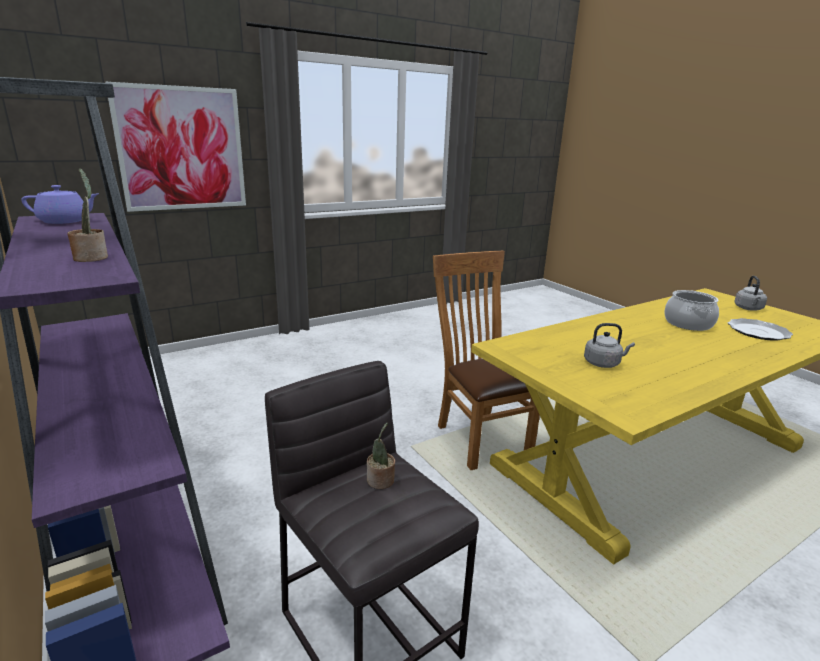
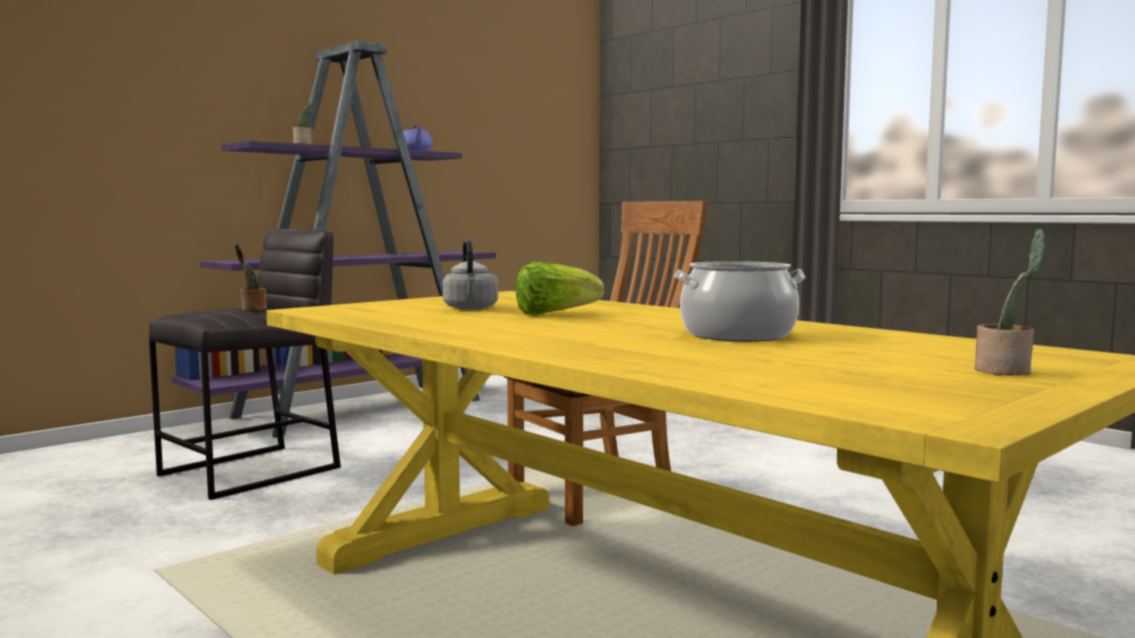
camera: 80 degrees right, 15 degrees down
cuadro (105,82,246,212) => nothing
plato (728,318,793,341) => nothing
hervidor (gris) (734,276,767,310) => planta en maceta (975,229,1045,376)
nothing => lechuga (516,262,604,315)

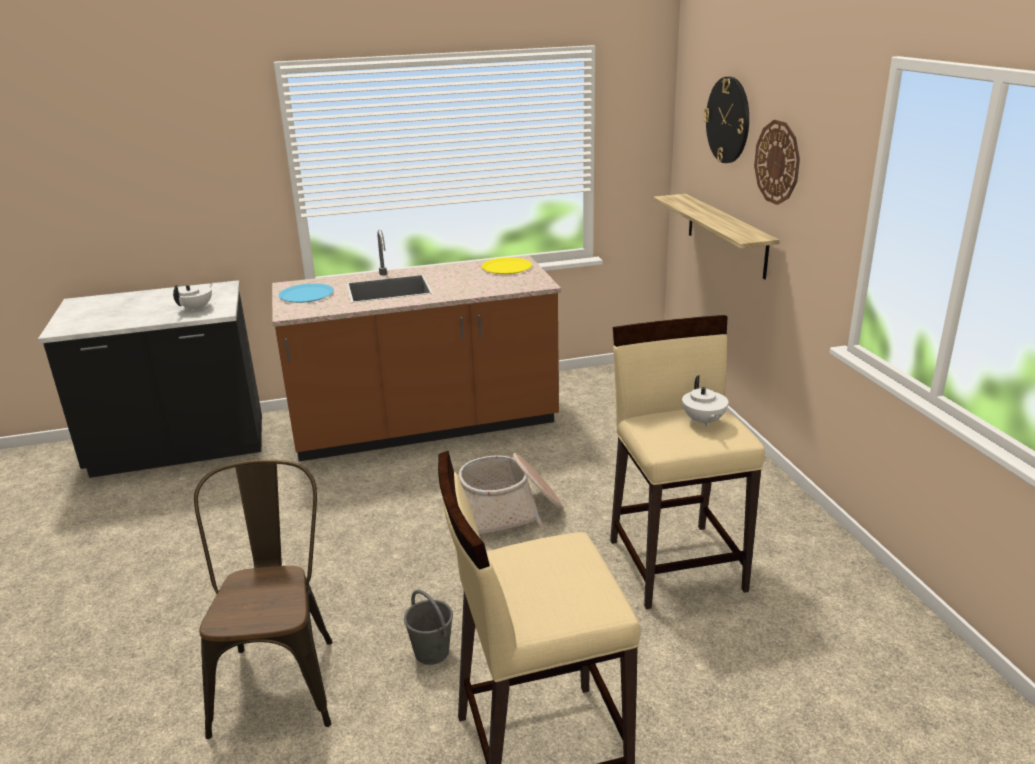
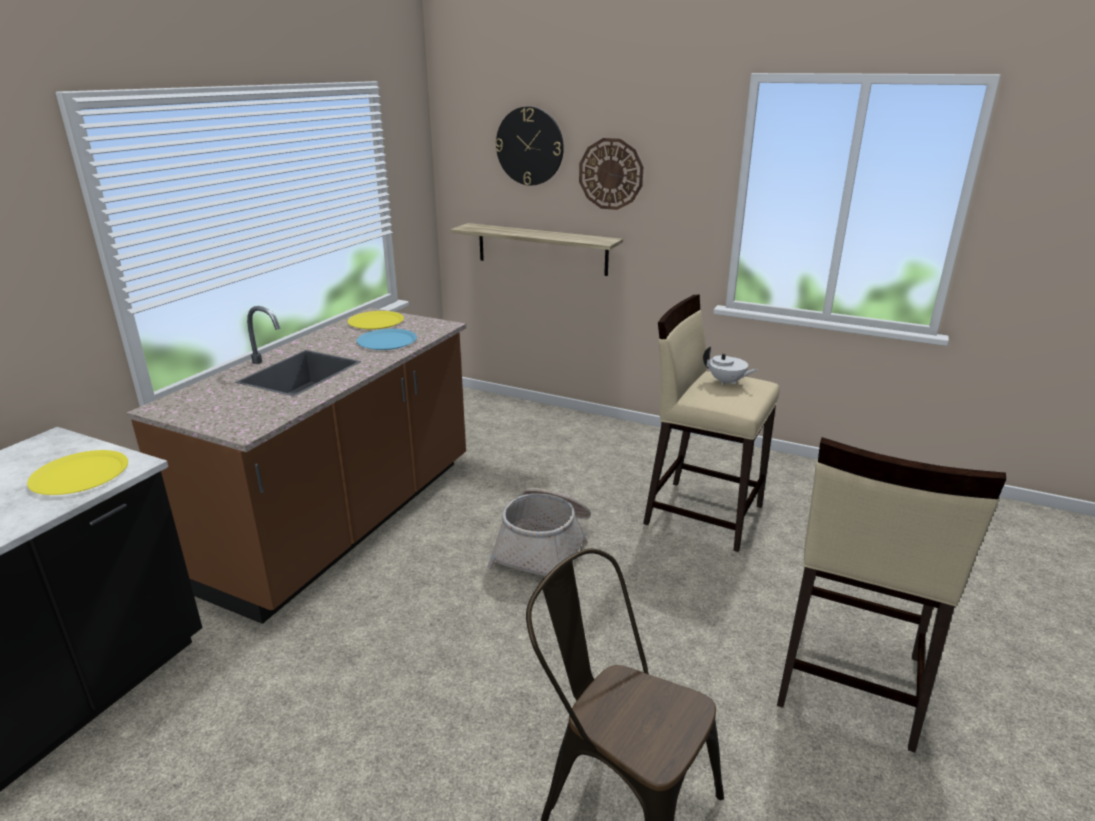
camera: 50 degrees left, 0 degrees up
tetera (blanco) (173,283,213,312) => plato (amarillo) (27,450,128,495)
plato (azul) (278,283,334,303) => plato (azul) (356,329,417,350), shifted
cubo (gris) (404,589,453,665) => nothing

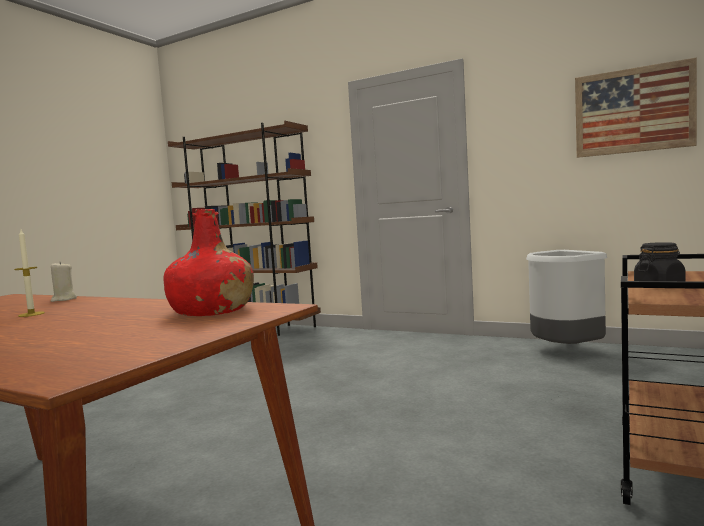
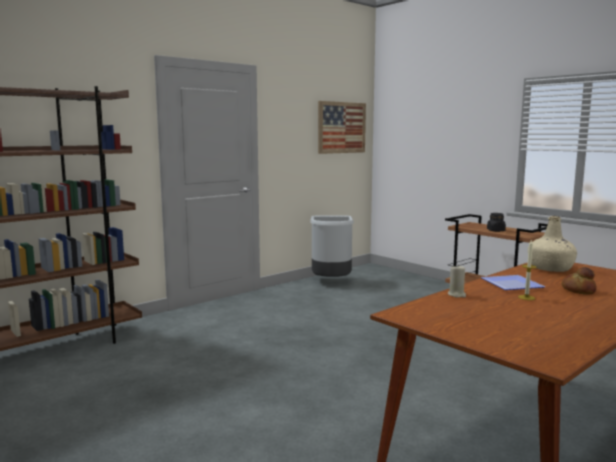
camera: 70 degrees left, 5 degrees up
botella (rojo) (163,209,254,316) => botella (beis) (528,216,577,272)
nothing => plato (481,275,545,290)
nothing => pan (561,267,597,295)

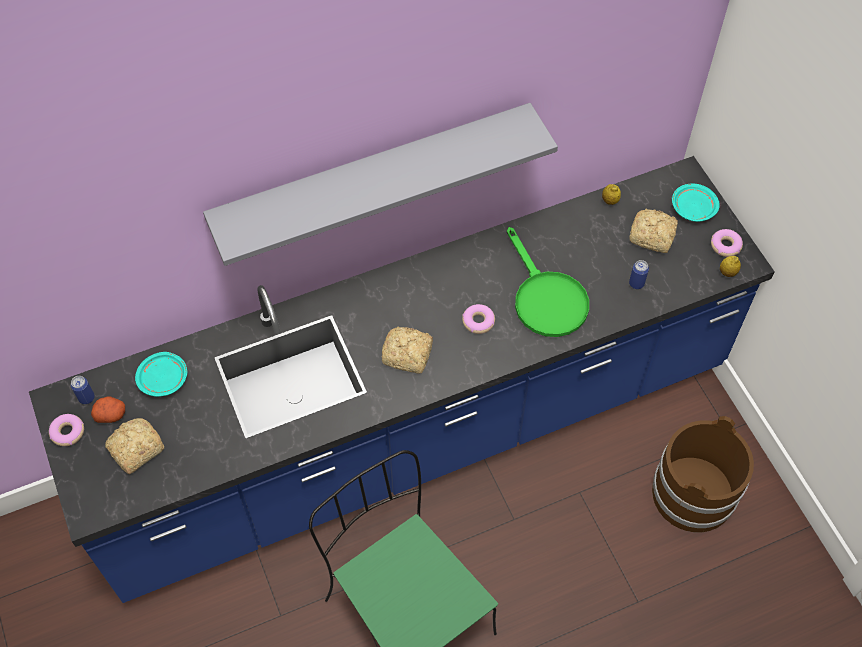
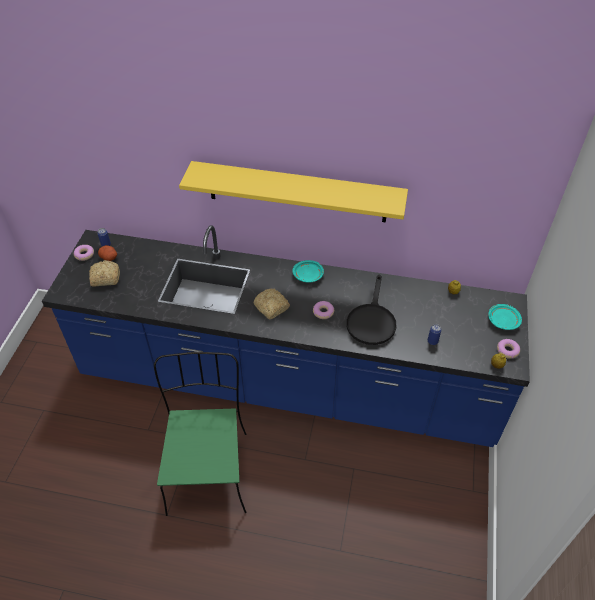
camera: 35 degrees right, 10 degrees down
plato (turquesa) (135,352,187,397) => plato (turquesa) (292,260,324,283), shifted
estante (gris) (203,103,558,266) => estante (amarillo) (179,161,408,223)
sartén (verde) (507,227,589,337) => sartén (negro) (346,274,396,345)
pan (629,209,678,253) => nothing
cubo (marrón) (652,416,754,532) => nothing

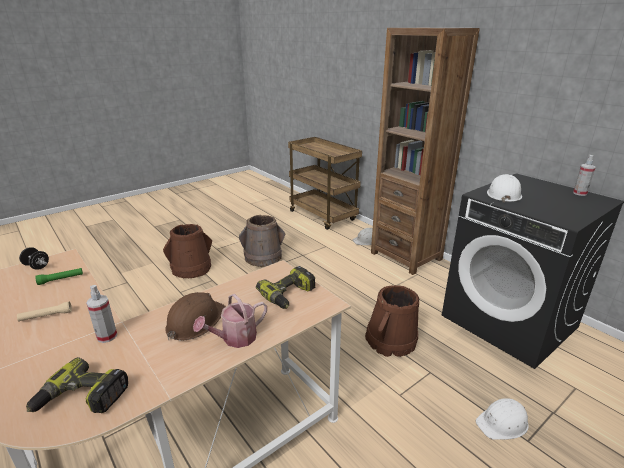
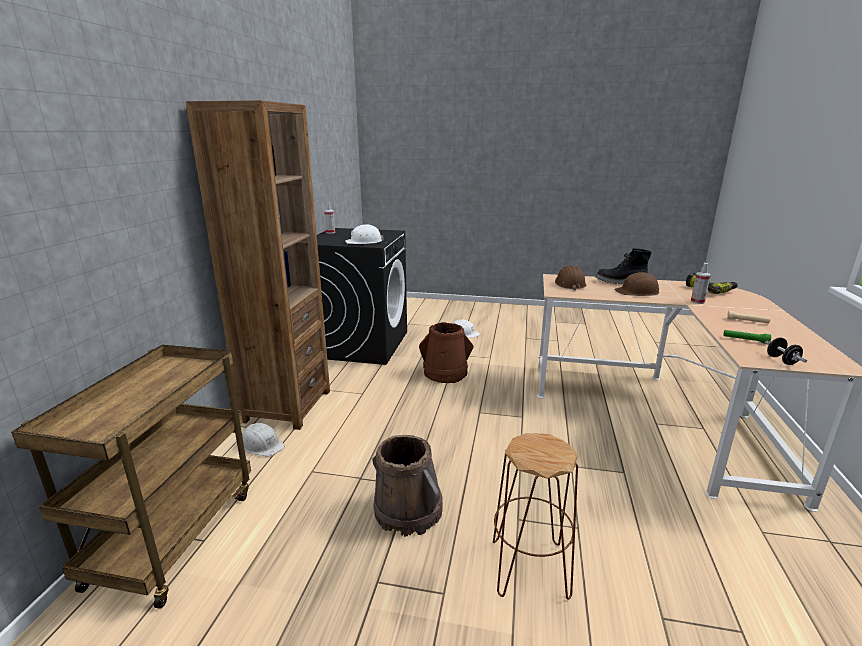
camera: 130 degrees left, 5 degrees down
cubo (marrón) (163,224,212,278) => taburete (marrón) (493,433,578,600)
regadera (193,294,267,348) => bota (negro) (596,248,652,284)
taladro (256,266,316,309) => casco (marrón) (555,265,586,290)

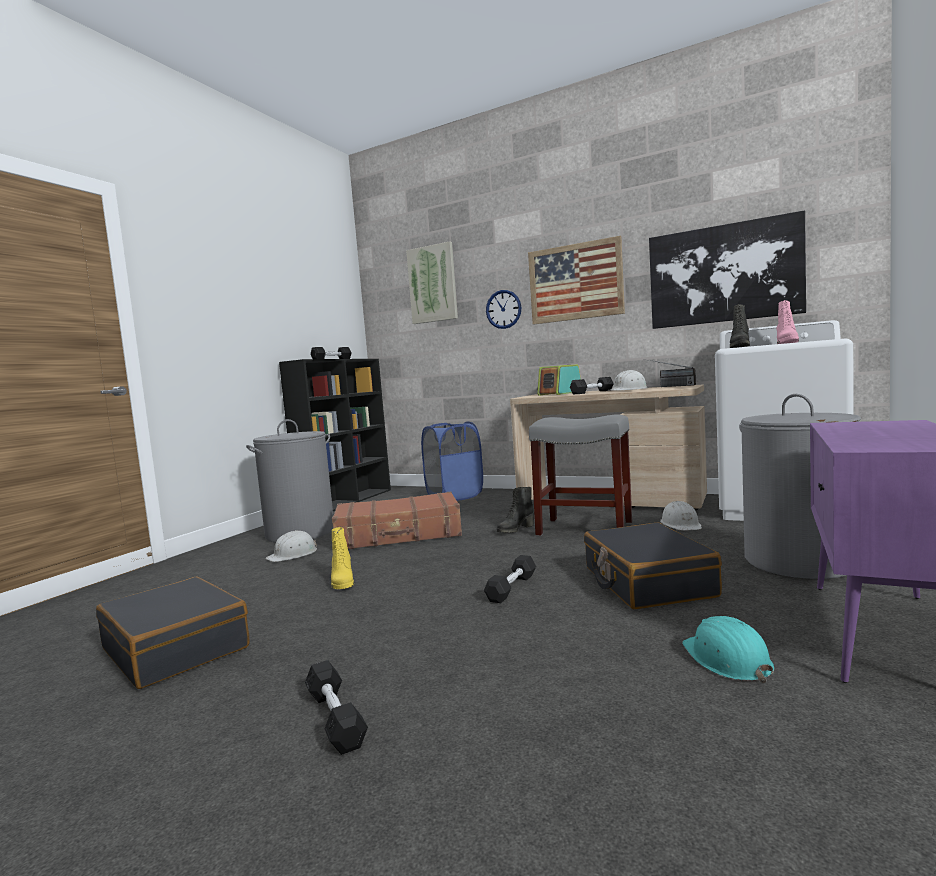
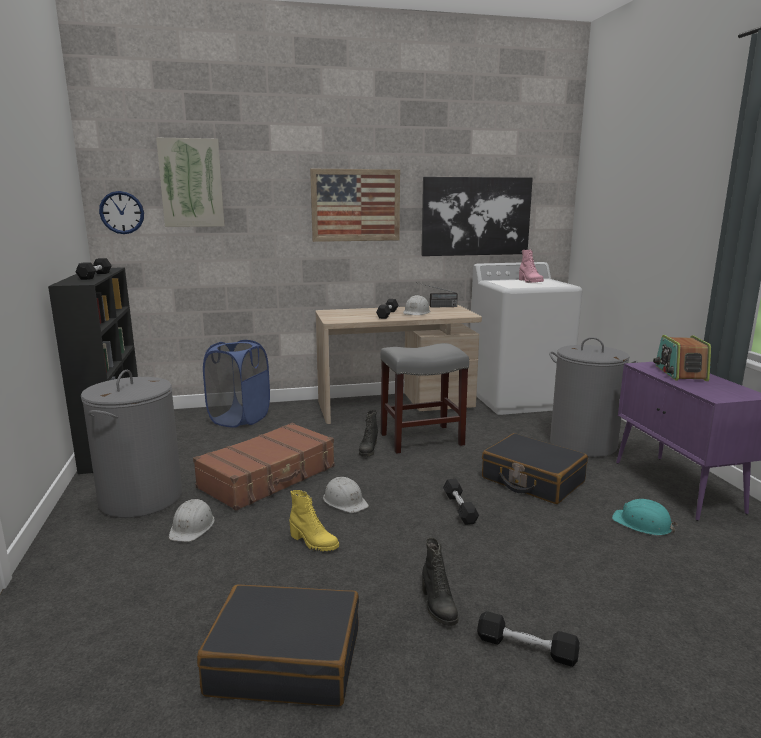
camera: 40 degrees left, 10 degrees up
reloj de pared (486,290,521,329) => reloj de pared (99,191,144,234), shifted
radio (537,364,581,396) => radio (653,335,711,381), shifted
casco (blanco) (660,501,702,531) => casco (blanco) (323,477,369,513), shifted
bota (negro) (730,304,750,348) => bota (negro) (422,538,459,626), shifted

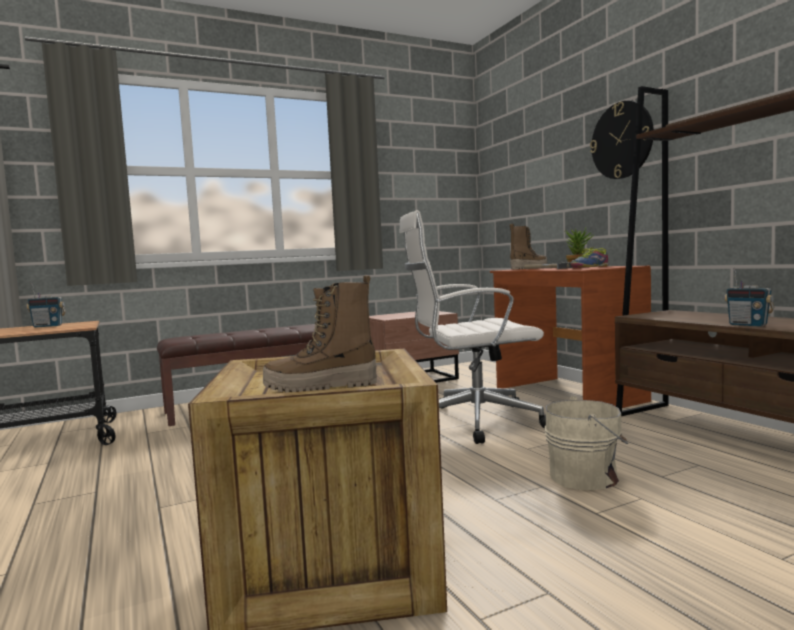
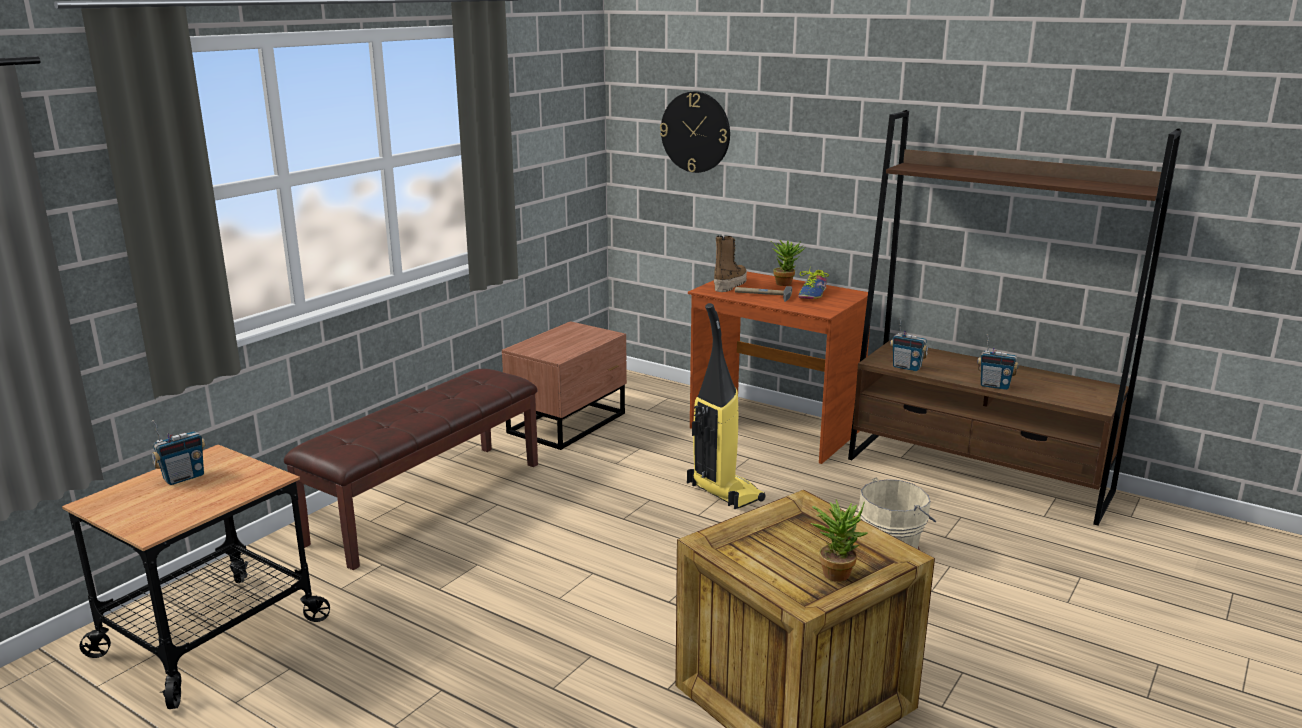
camera: 30 degrees left, 15 degrees up
bota (263,275,377,393) => planta en maceta (810,500,868,582)
silla de oficina (blanco) (399,210,546,444) => aspiradora (687,303,765,509)
reloj de pared (590,101,654,179) => reloj de pared (660,92,730,173), shifted
nothing => radio (890,318,928,371)

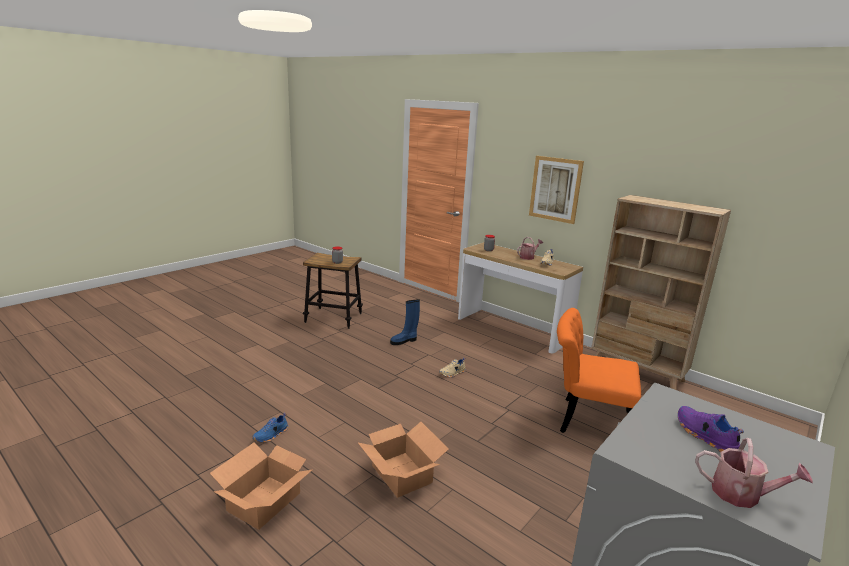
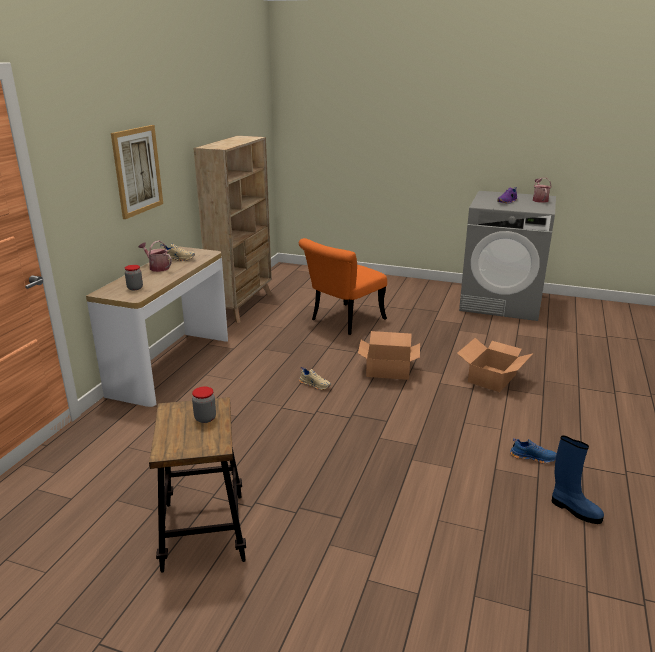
camera: 110 degrees left, 5 degrees up
caja de cartón (210,442,313,530) => caja de cartón (358,331,420,380), shifted
bota (azul) (390,299,420,345) => bota (azul) (552,435,604,524), shifted
silla (naranja) (557,308,641,433) => silla (naranja) (299,238,387,335), 45 degrees clockwise

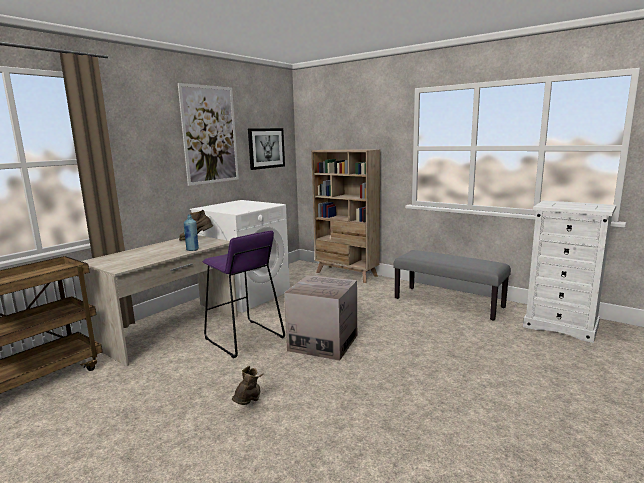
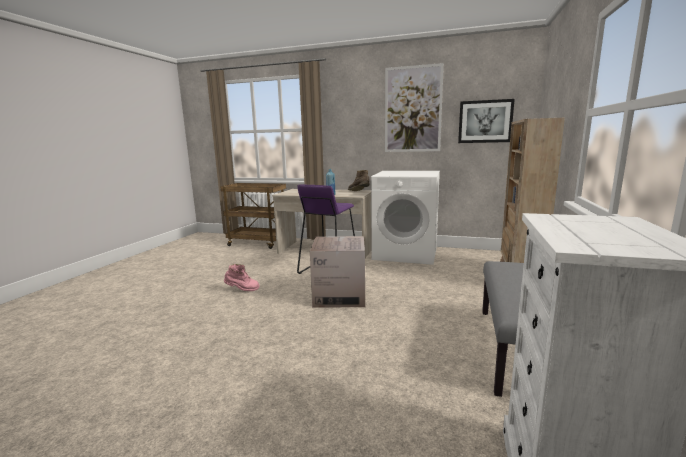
camera: 70 degrees right, 0 degrees up
bota (marrón) (232,366,264,405) => bota (rosa) (224,264,259,291)

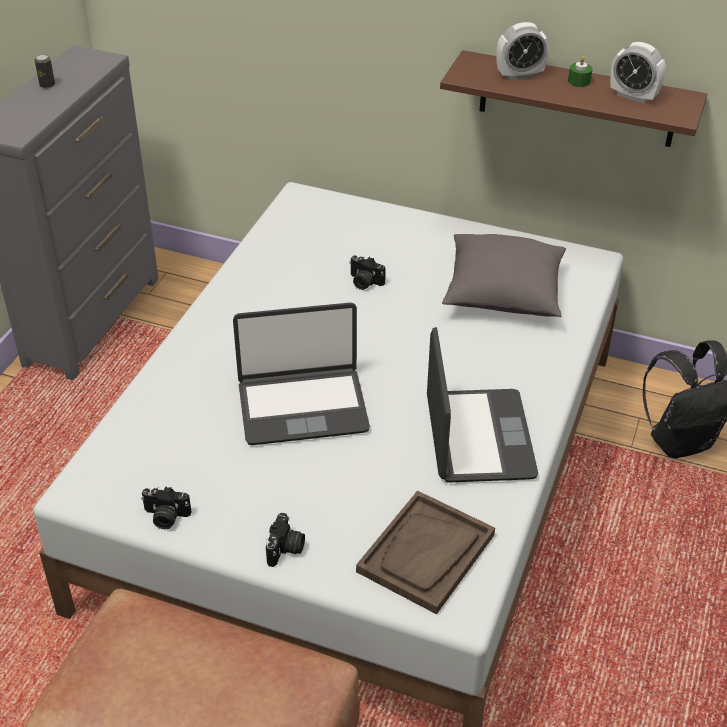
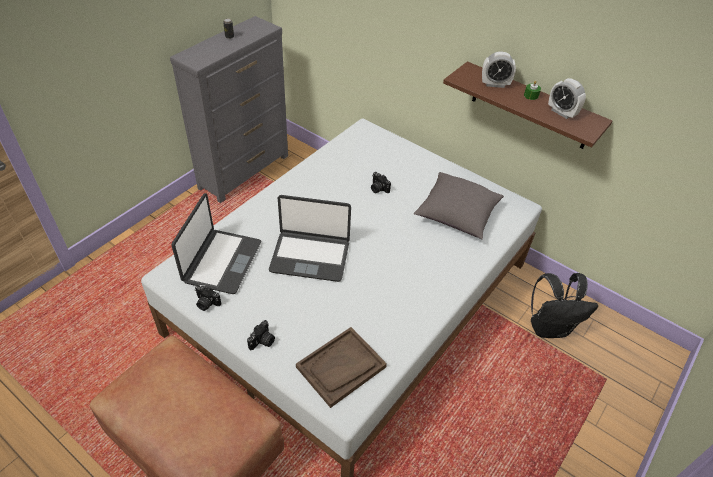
camera: 15 degrees right, 5 degrees up
portátil (427,327,538,483) => portátil (172,193,261,294), shifted

